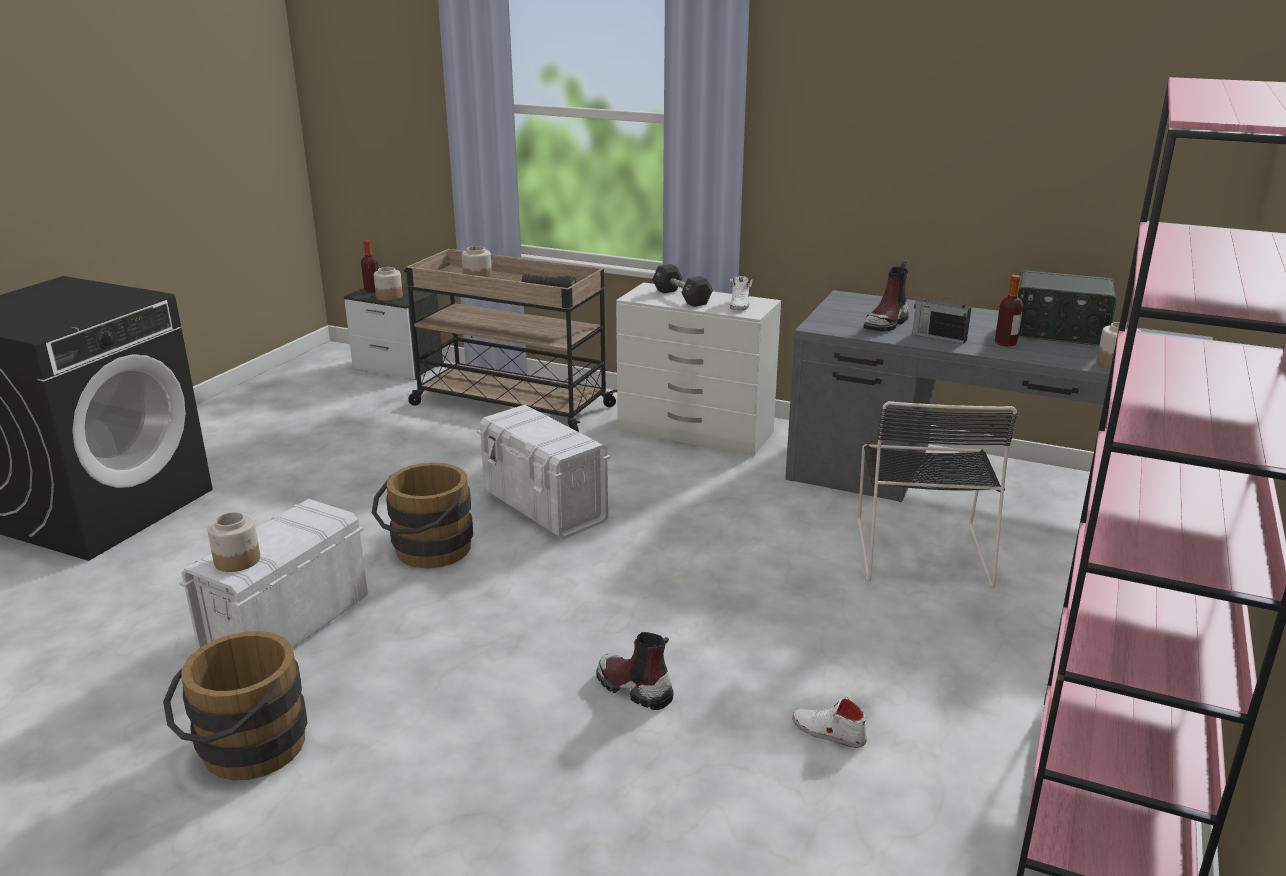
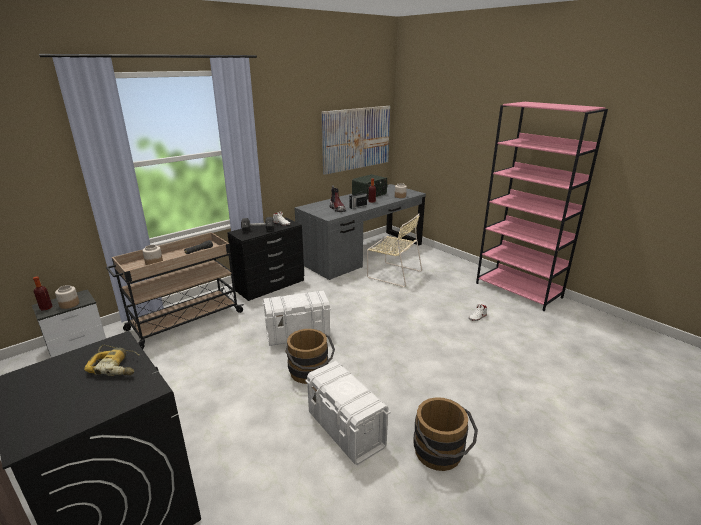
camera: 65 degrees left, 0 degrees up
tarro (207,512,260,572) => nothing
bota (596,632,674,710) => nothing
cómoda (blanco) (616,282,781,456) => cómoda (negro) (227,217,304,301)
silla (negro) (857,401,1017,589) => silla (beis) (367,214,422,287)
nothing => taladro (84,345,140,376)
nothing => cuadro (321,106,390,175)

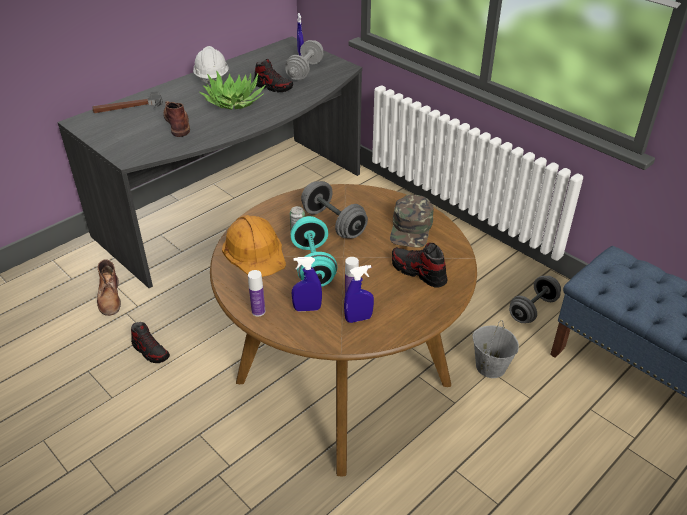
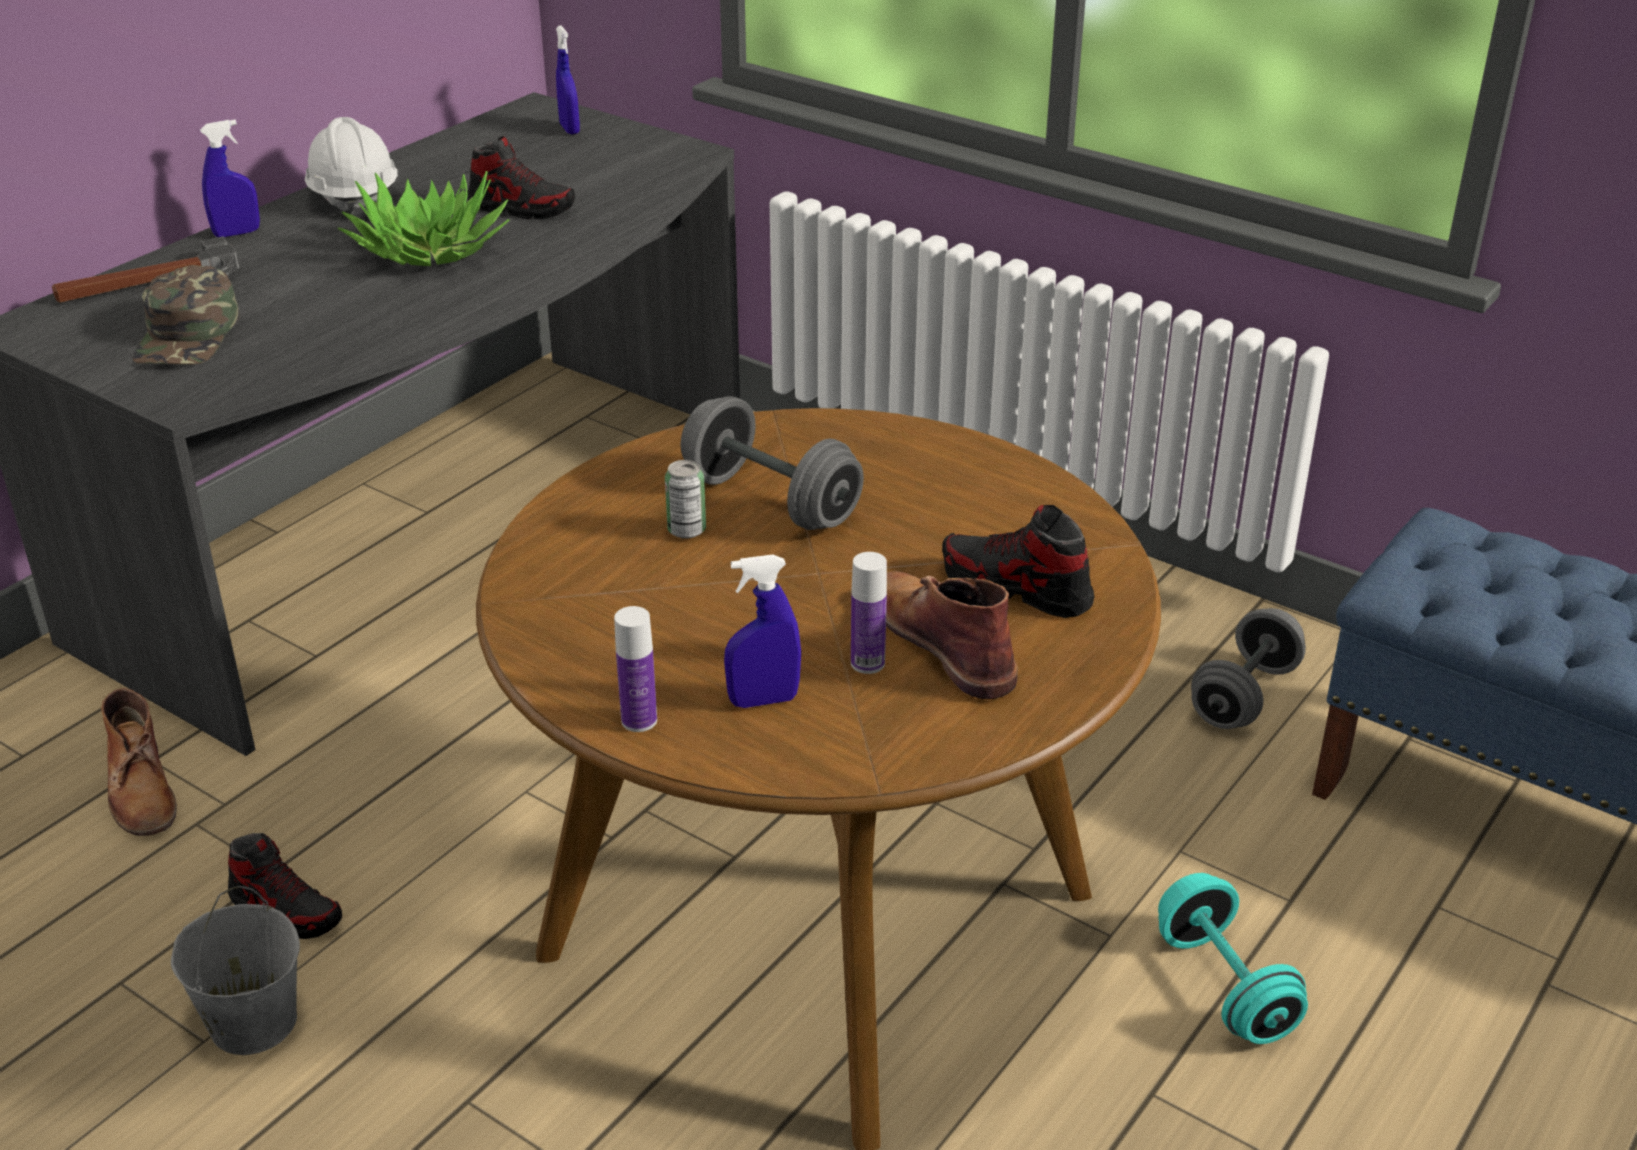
camera: 10 degrees left, 5 degrees down
bota (marrón) (163,101,190,137) => bota (marrón) (886,571,1018,699), shifted
casco (naranja) (222,215,286,277) => nothing
mancuerna (gris) (286,40,324,80) => nothing
mancuerna (turquesa) (290,216,337,287) => mancuerna (turquesa) (1158,873,1308,1044), shifted
pulverizador (azul) (344,265,374,323) => pulverizador (azul) (200,120,260,237), shifted
gorra (verde) (390,195,434,248) => gorra (verde) (132,265,240,365), shifted
cubo (gris) (472,320,519,378) => cubo (gris) (171,886,300,1055), shifted

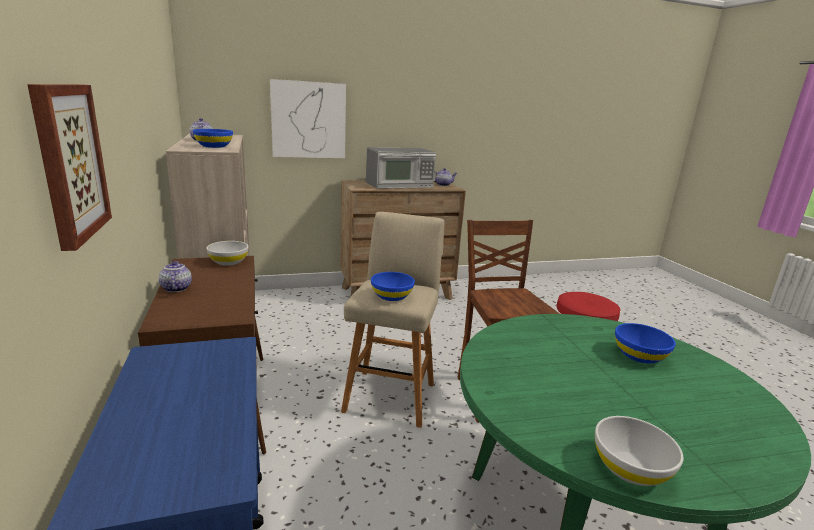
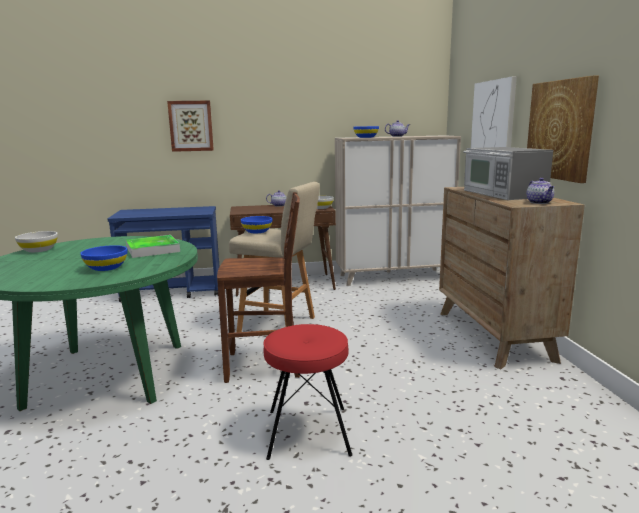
camera: 100 degrees right, 5 degrees down
nothing => bandeja (126,235,180,258)
nothing => cuadro (527,75,599,183)

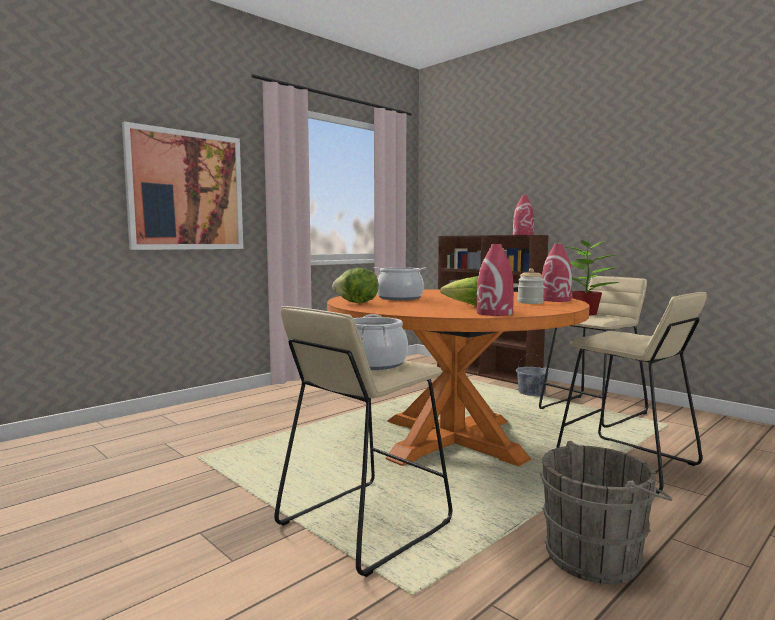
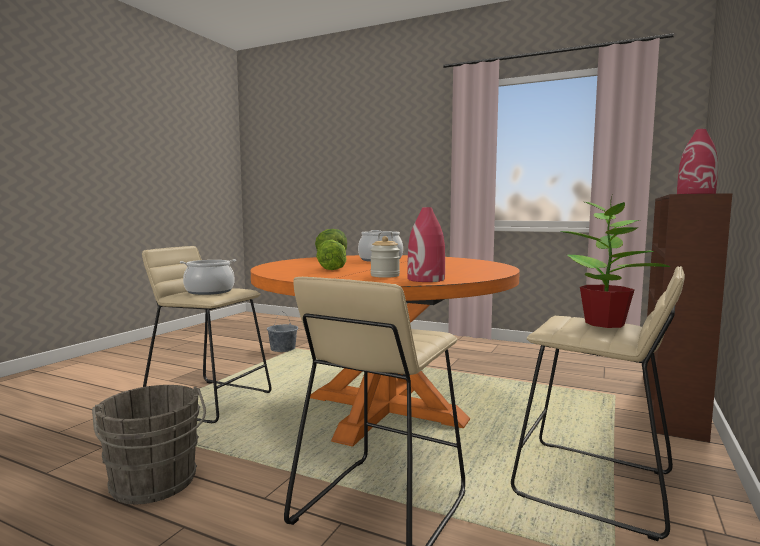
camera: 70 degrees right, 0 degrees up
cuadro (122,122,243,250) => nothing
florero (rojo) (476,244,514,316) => nothing
cubo (gris) (516,353,550,396) => cubo (gris) (267,311,298,352), shifted

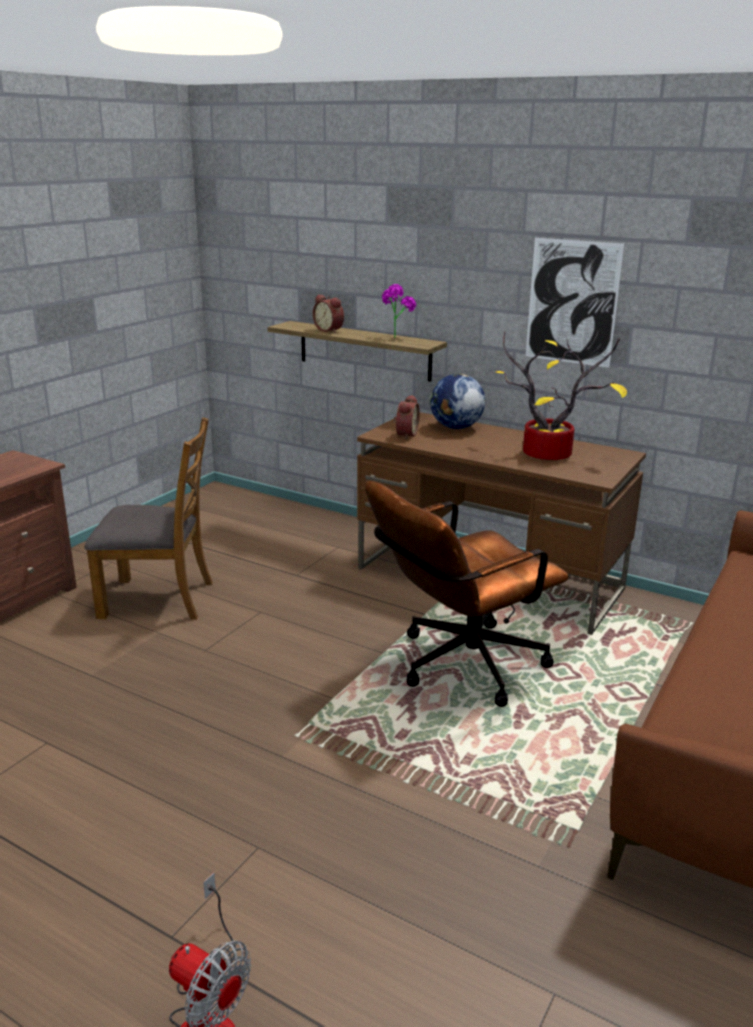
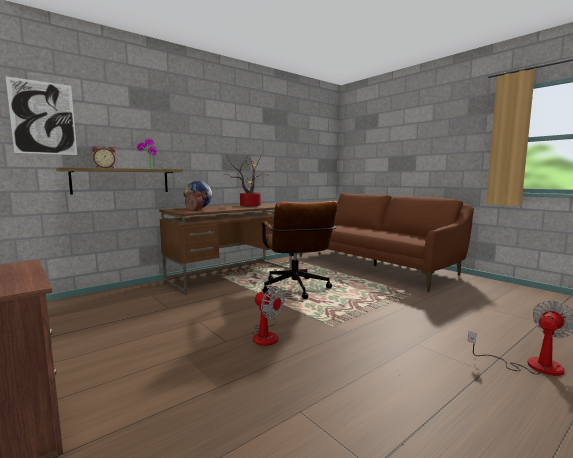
camera: 70 degrees left, 15 degrees down
silla (marrón) (85,417,213,620) => nothing
cuadro (526,238,624,368) => cuadro (6,76,77,155), shifted
nothing => ventilador (252,287,285,346)

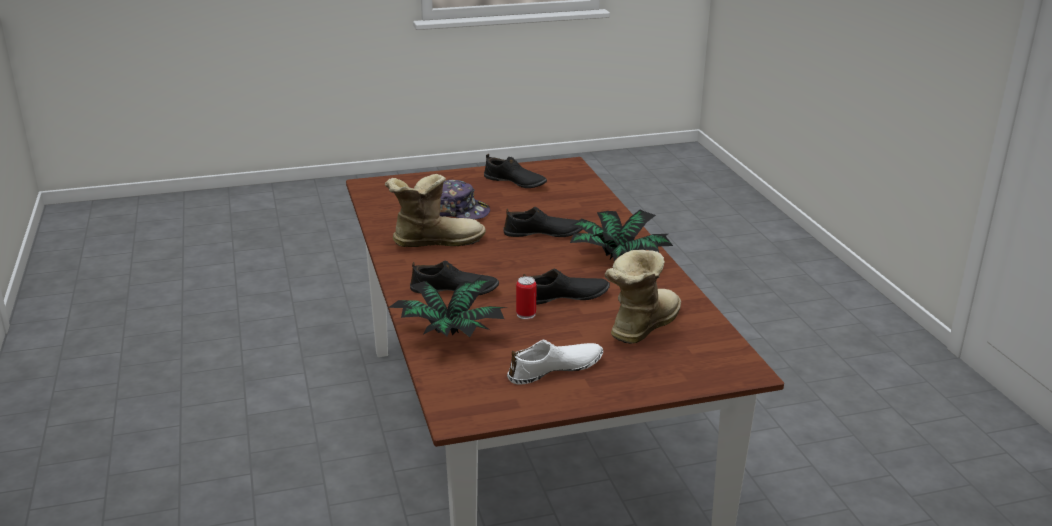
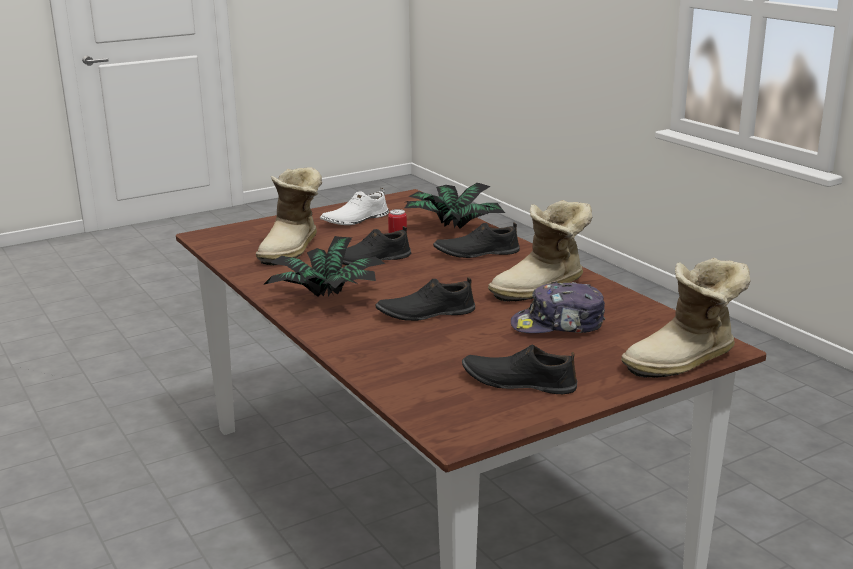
camera: 165 degrees right, 5 degrees down
nothing => bota (621,258,750,378)

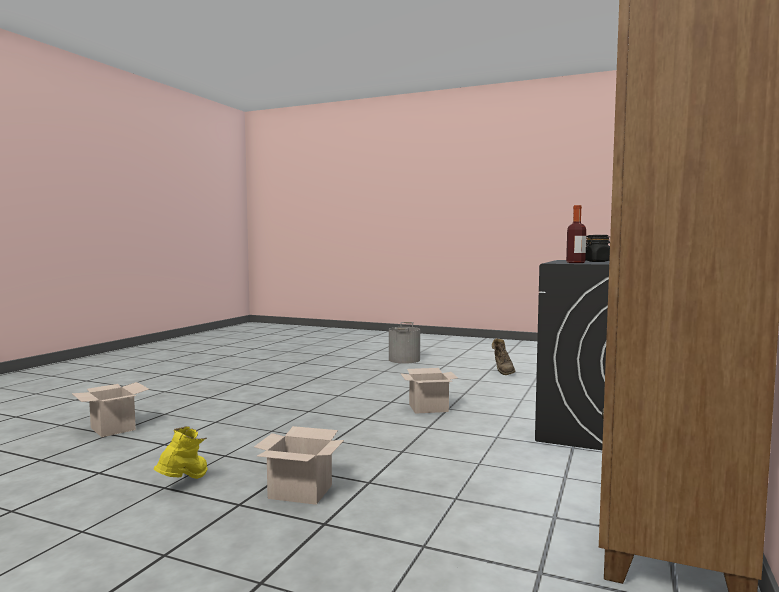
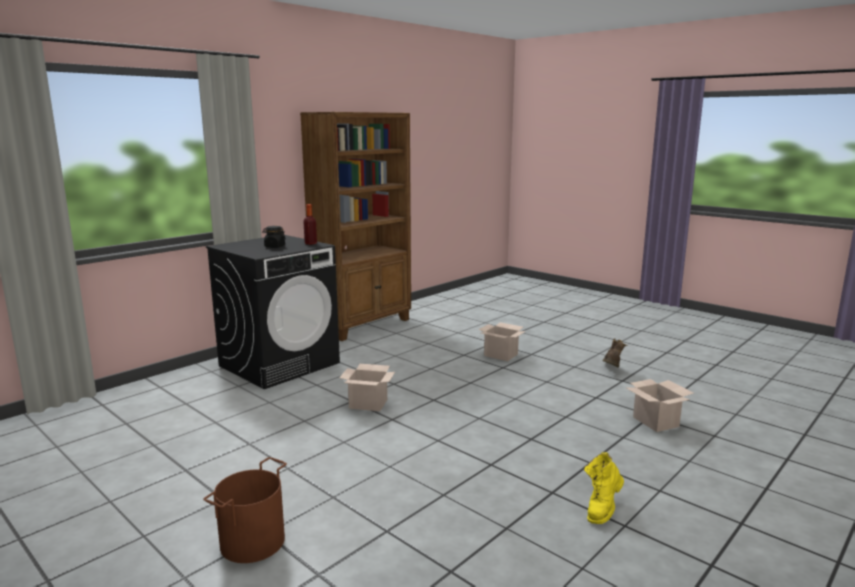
camera: 160 degrees left, 10 degrees up
bota (amarillo) (154,426,208,479) => bota (amarillo) (584,452,624,524), shifted
cubo (gris) (389,322,420,364) => cubo (marrón) (203,457,287,563)
bota (marrón) (492,338,515,375) => bota (marrón) (603,338,628,368), shifted

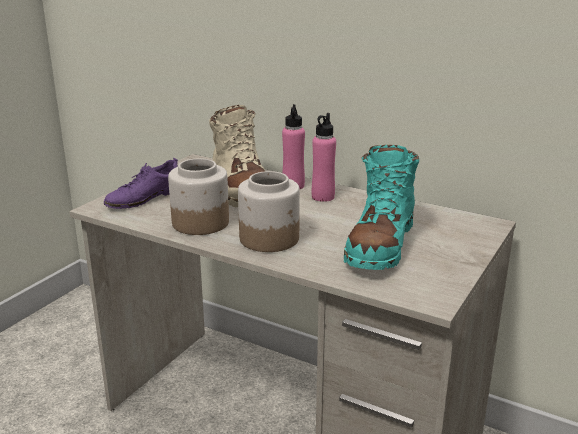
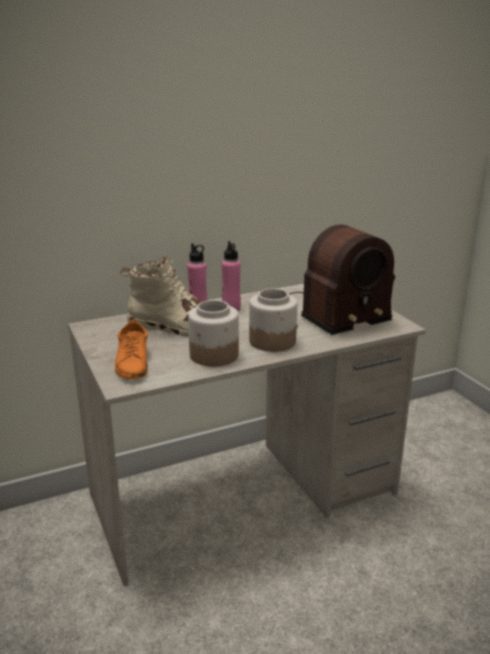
camera: 55 degrees left, 0 degrees up
zapato (morado) (104,158,178,209) => zapato (naranja) (115,319,148,379)
bota (turquesa) (344,145,419,270) => radio (289,225,395,335)

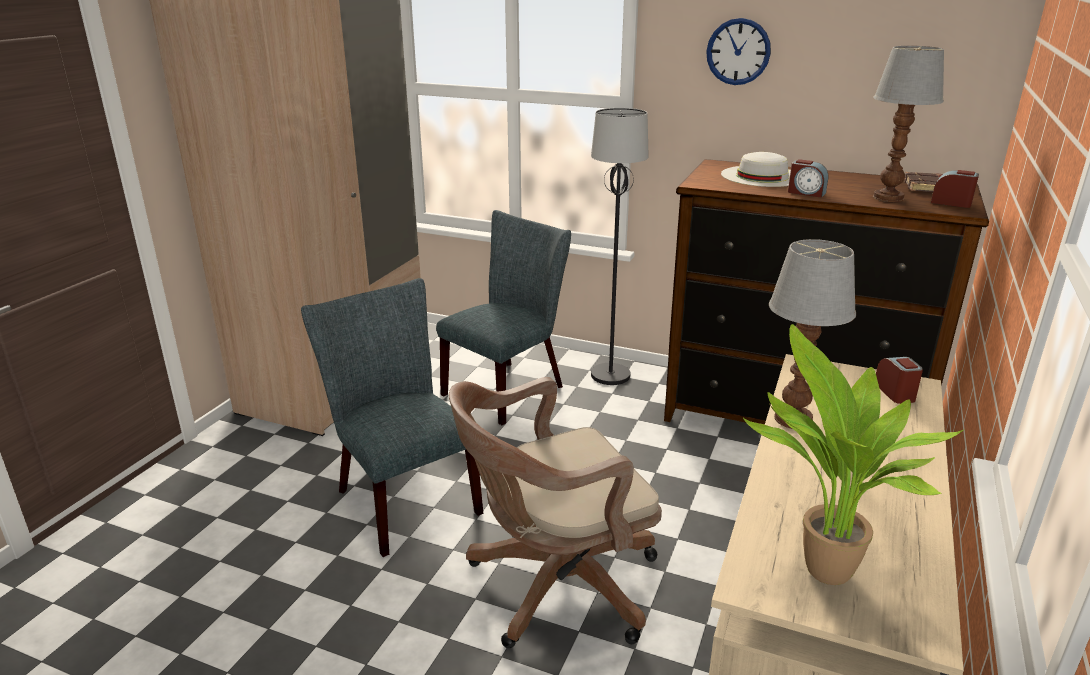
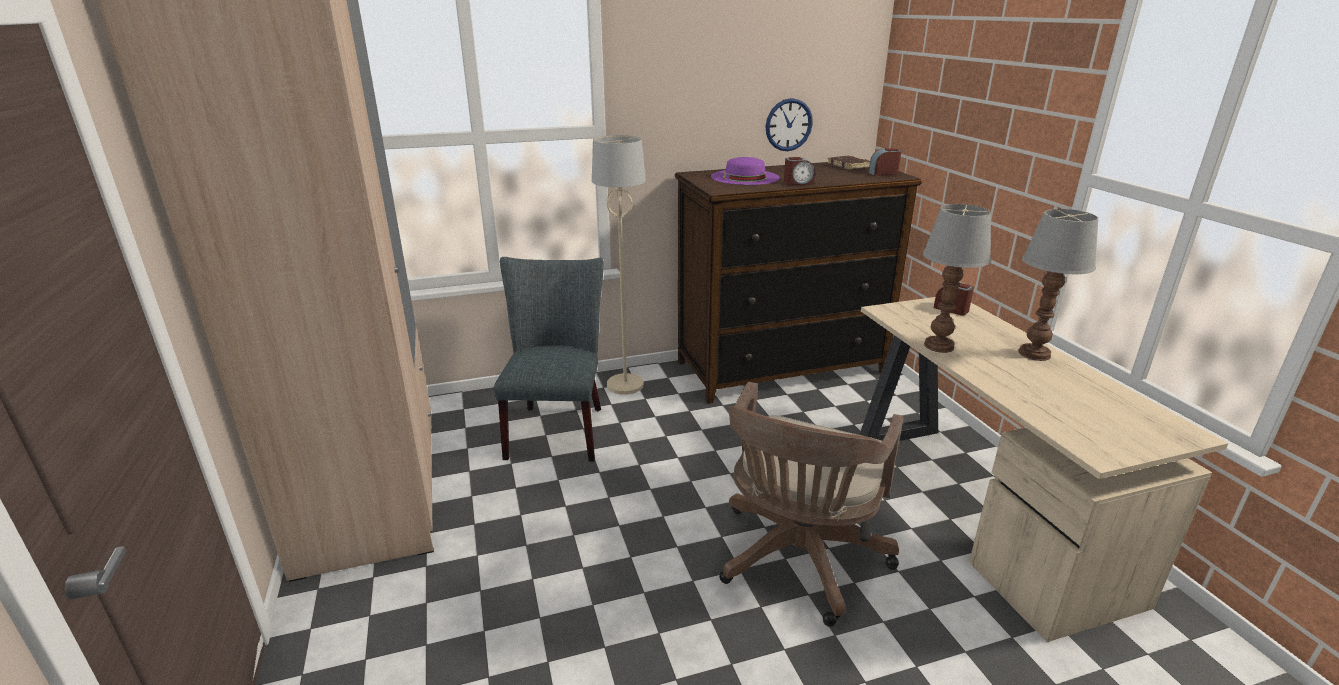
camera: 40 degrees left, 0 degrees up
silla (gris) (301,278,483,557) => nothing
lámpara de pie (negro) (591,108,649,385) => lámpara de pie (beis) (592,135,646,395)
reloj de pared (706,18,771,85) => reloj de pared (765,98,813,151), shifted
sombrero (blanco) (721,152,791,187) => sombrero (morado) (711,157,780,185)
planta en maceta (743,324,963,585) => nothing
lámpara de mesa (873,46,944,202) => lámpara de mesa (1018,209,1098,361), shifted

